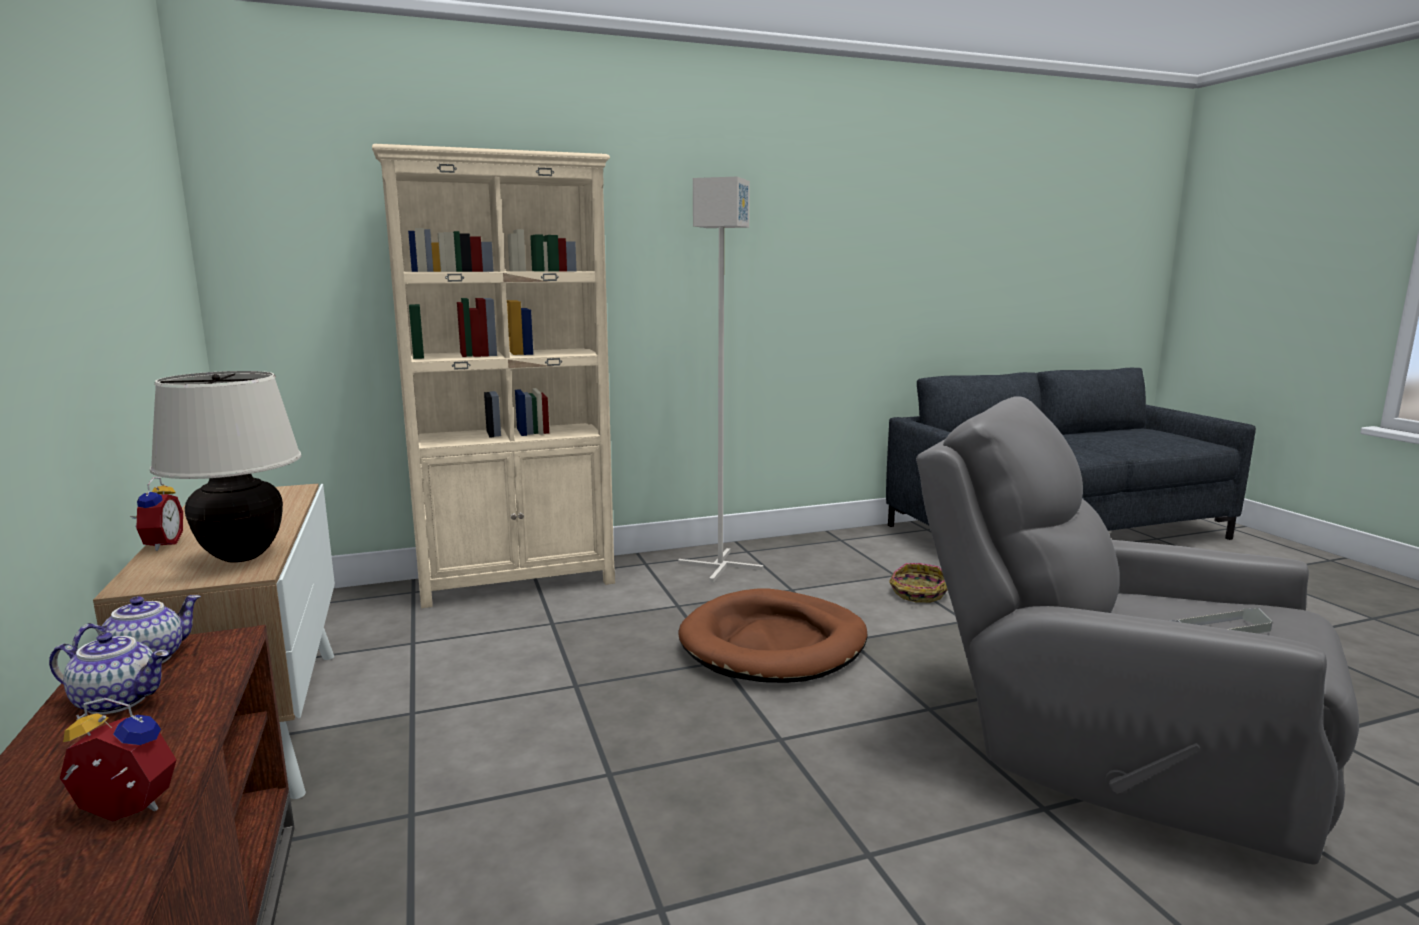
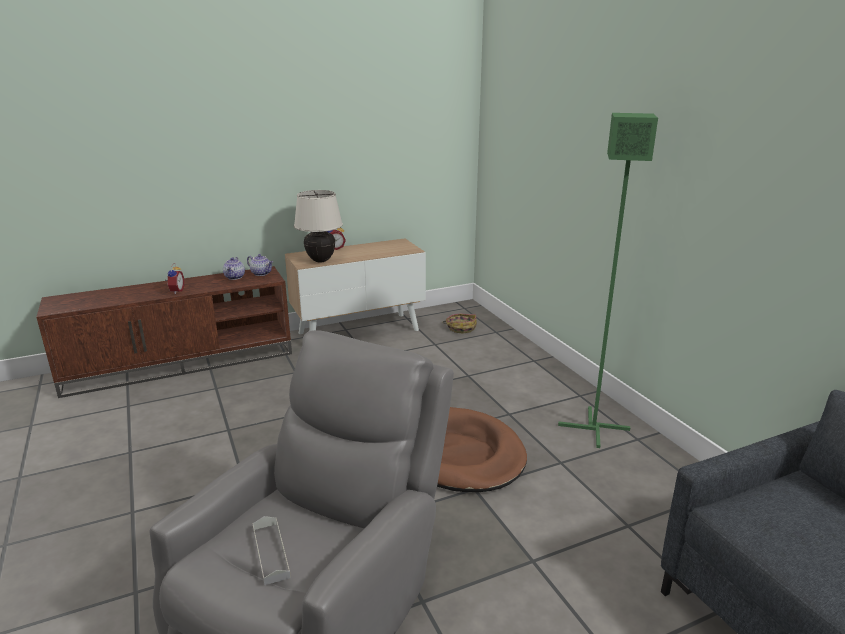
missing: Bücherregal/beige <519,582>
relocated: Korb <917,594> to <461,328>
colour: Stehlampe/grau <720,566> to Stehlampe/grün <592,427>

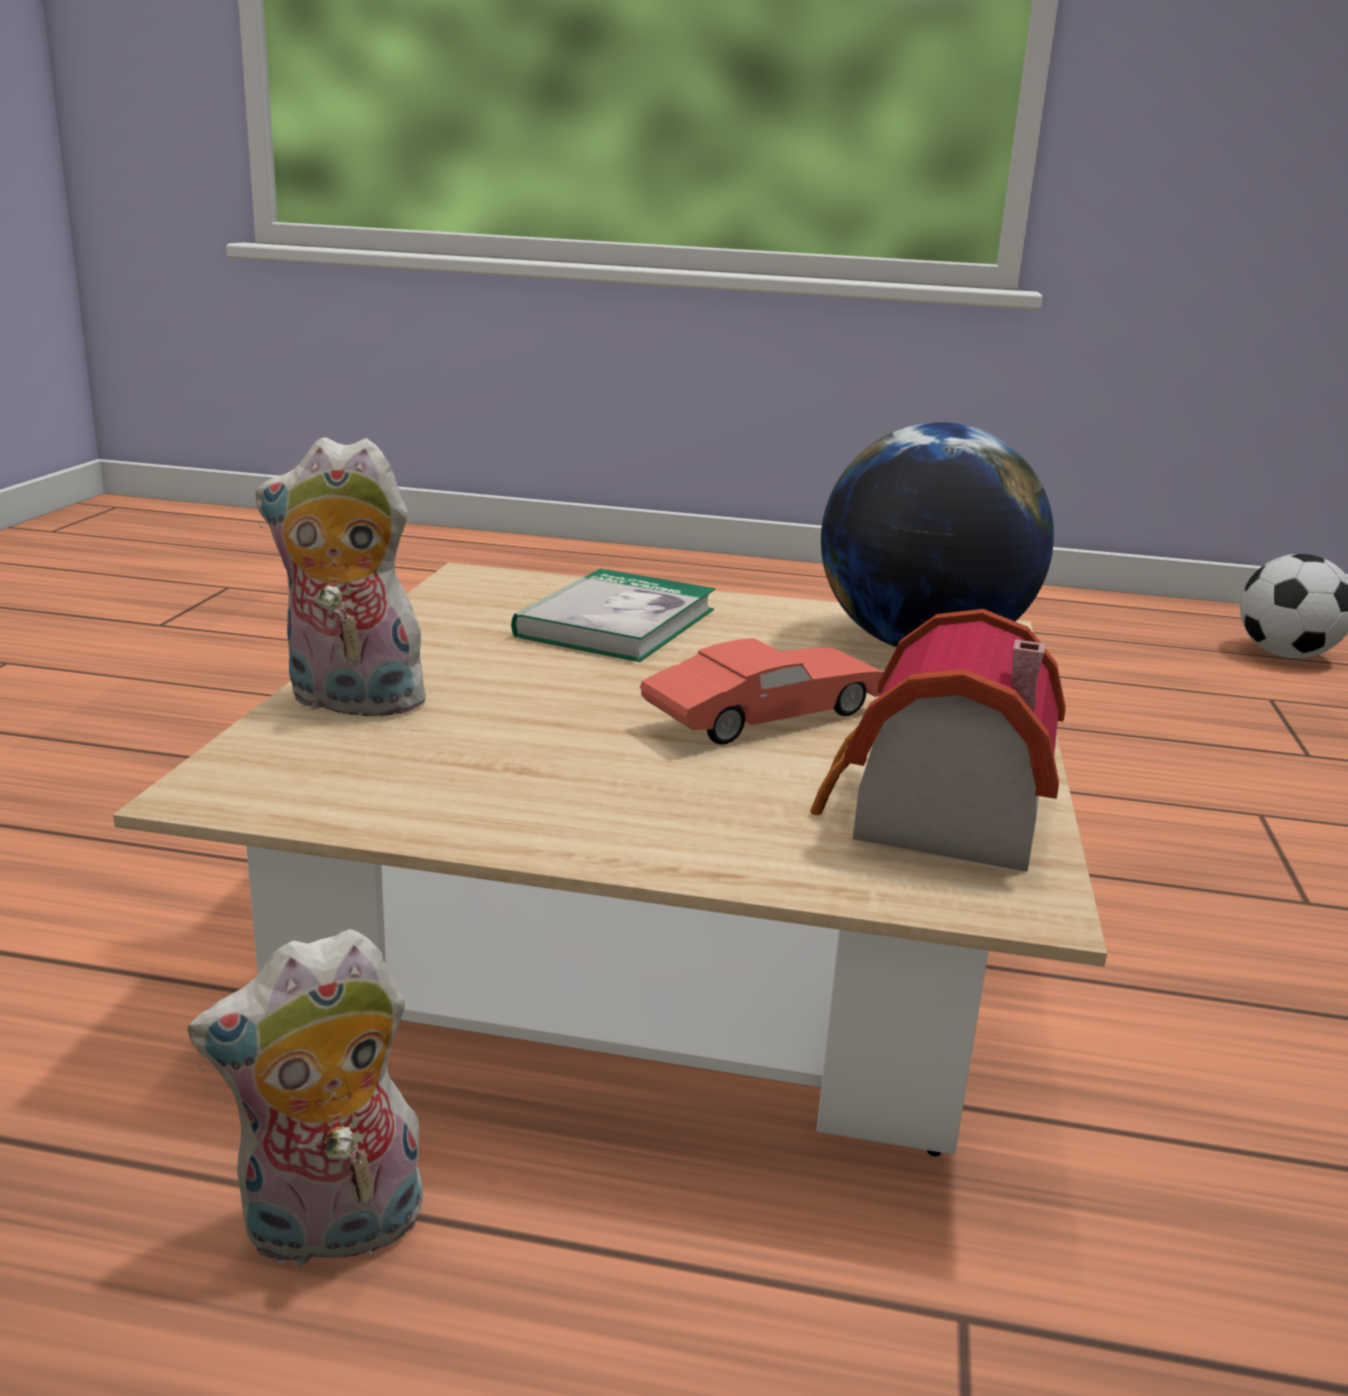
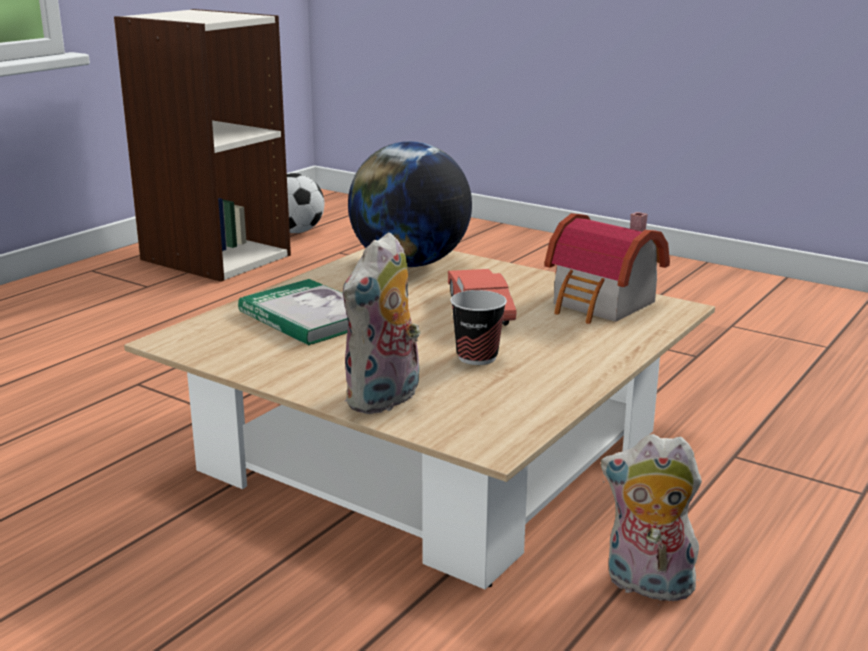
appeared: Bücherregal <215,257>; Tasse <477,357>
spun: Plüschtier <331,1232> = <646,586> 105 degrees clockwise

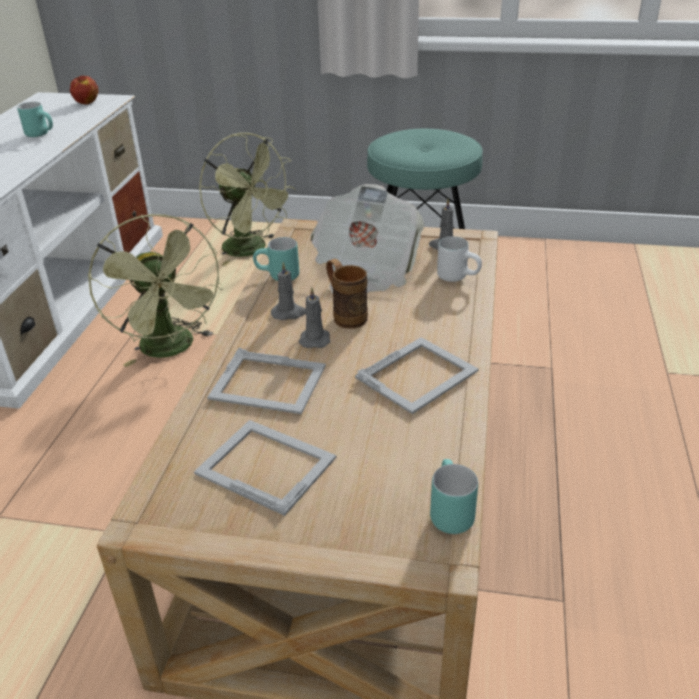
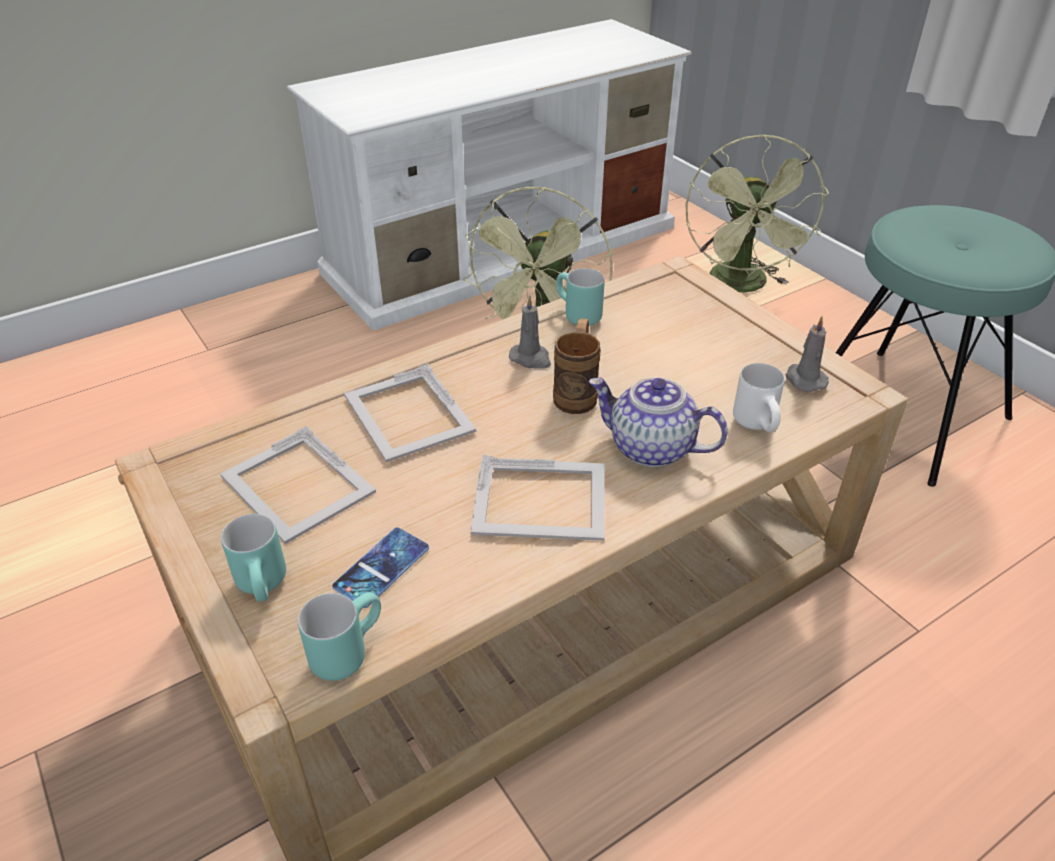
missing: Apfel <87,102>; Kerze/grau <315,339>; Zeitung <365,270>
appeared: Handy <381,567>; Teekanne <650,448>
relocated: Henkelbecher/türkis <42,134> to <266,585>
spun: Bilderrahmen <265,464> = <297,485> 150 degrees clockwise

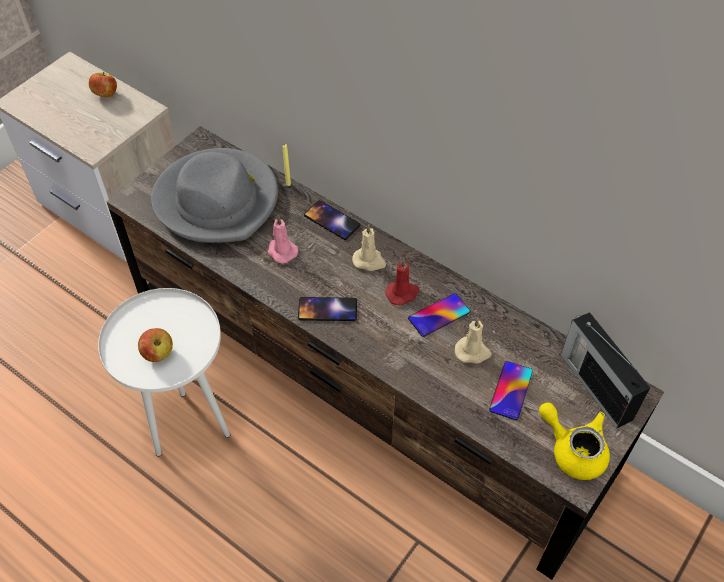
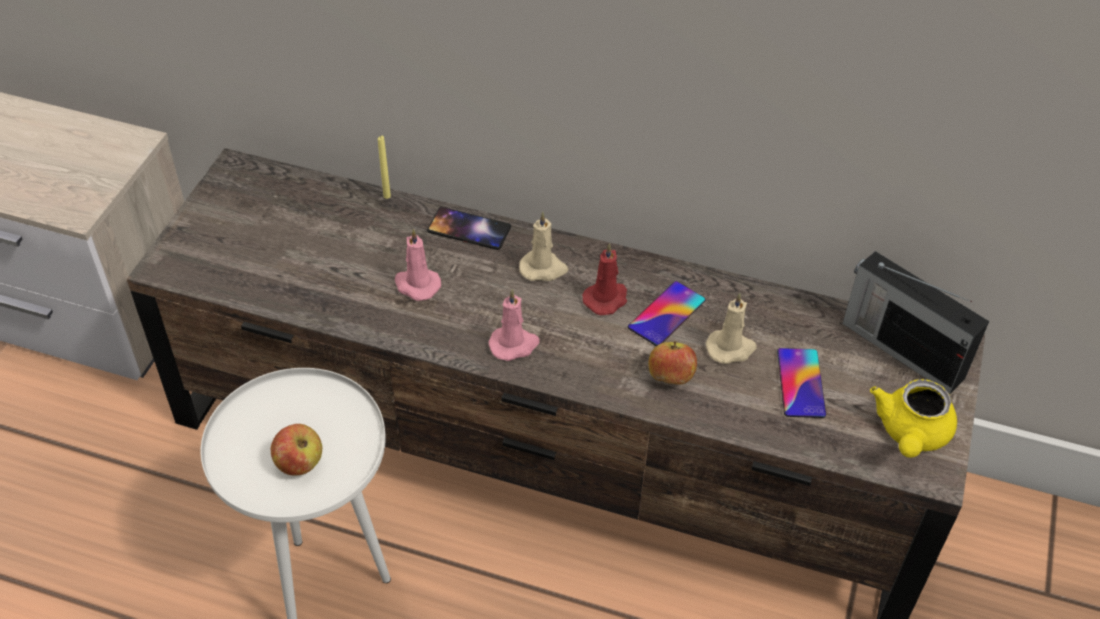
missing: Hut/grau <218,200>
relocated: Apfel <105,94> to <670,377>
exchanged: Handy <327,309> to Kerze/rosa <514,344>
spun: Teekanne/gelb <573,449> = <910,434> 90 degrees counterclockwise

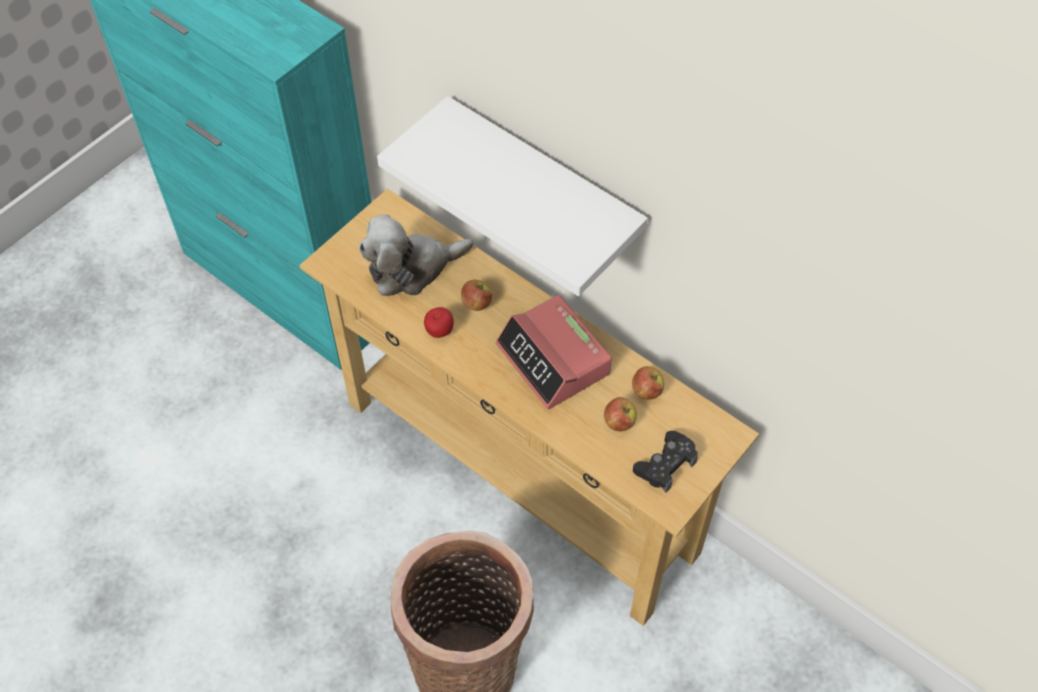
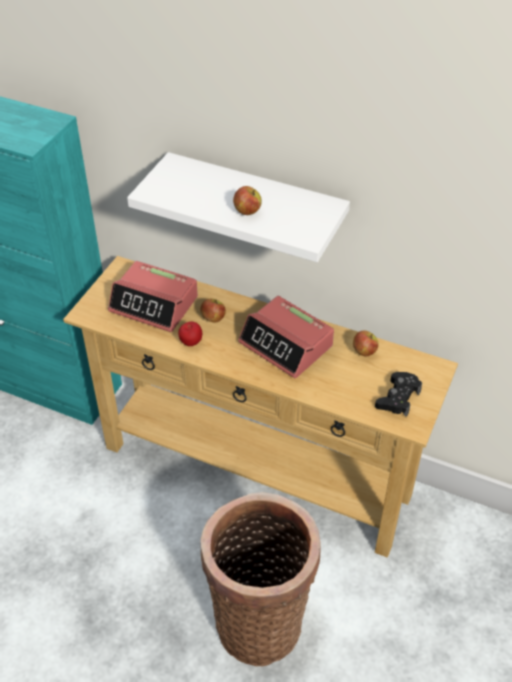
relocated: Apfel <619,422> to <247,211>
exchanged: Plüschtier <412,268> to Wecker <154,304>

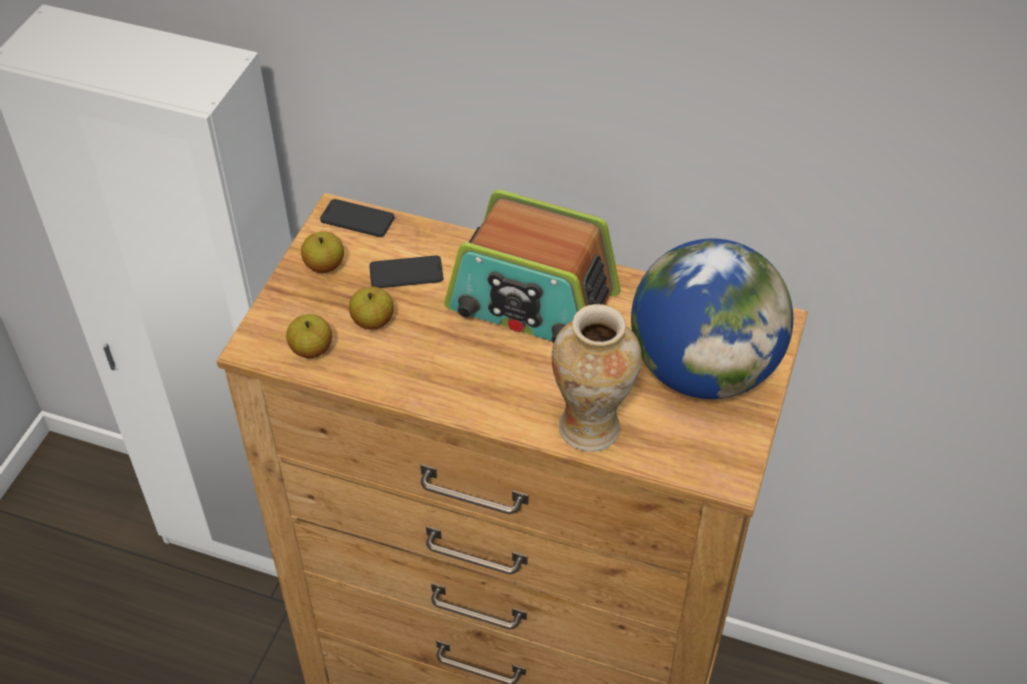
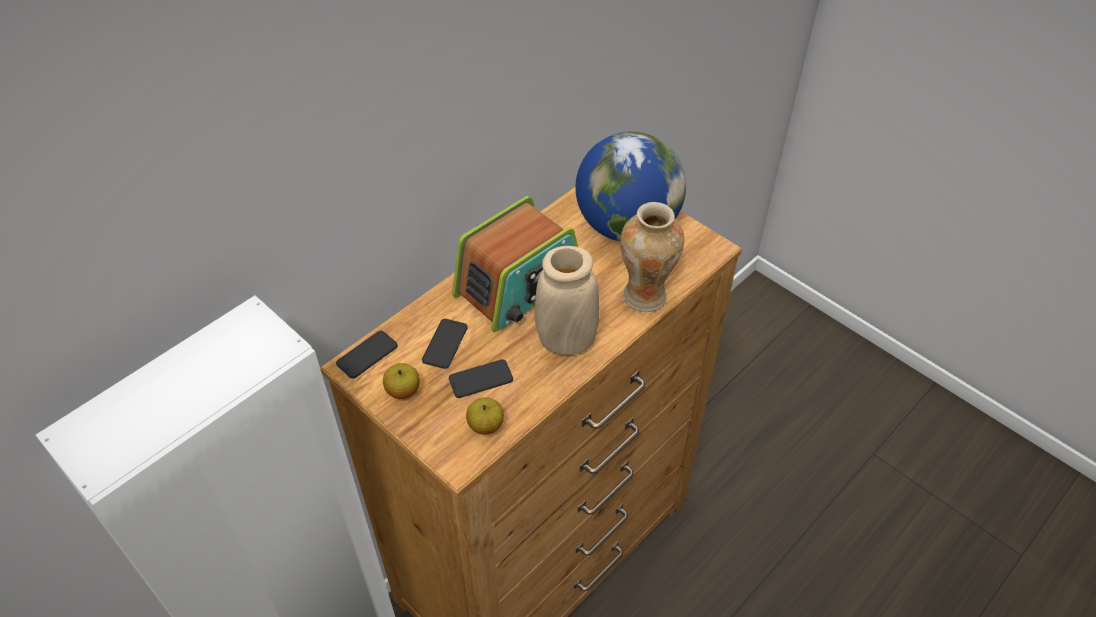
appeared: Vase/beige <566,340>
exchanged: Apfel <373,321> to Handy <481,379>

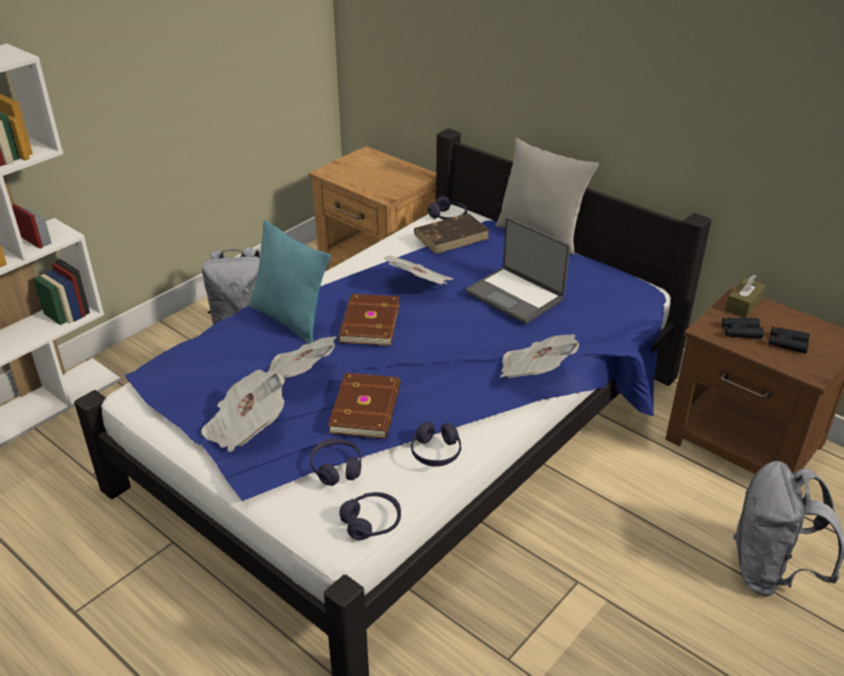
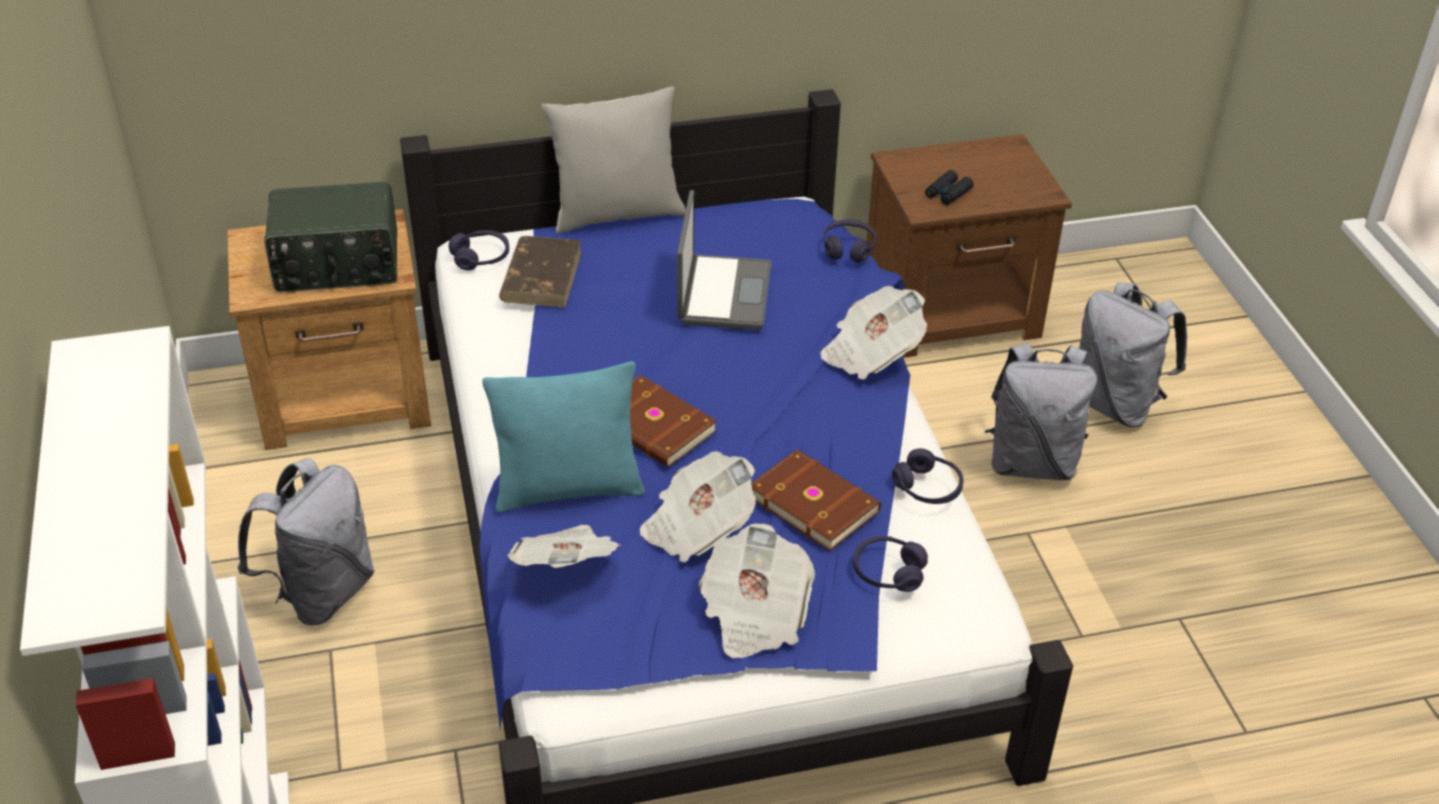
missing: Taschentuchbox/braun <743,305>; Fernglas/schwarz <787,343>
appeared: Radio <337,265>; Rucksack/grau <1031,462>
relocated: Zeitung <420,286> to <566,567>; Kopfhörer/lila <371,522> to <848,248>
spun: Laptop <515,295> = <722,294> 75 degrees counterclockwise

